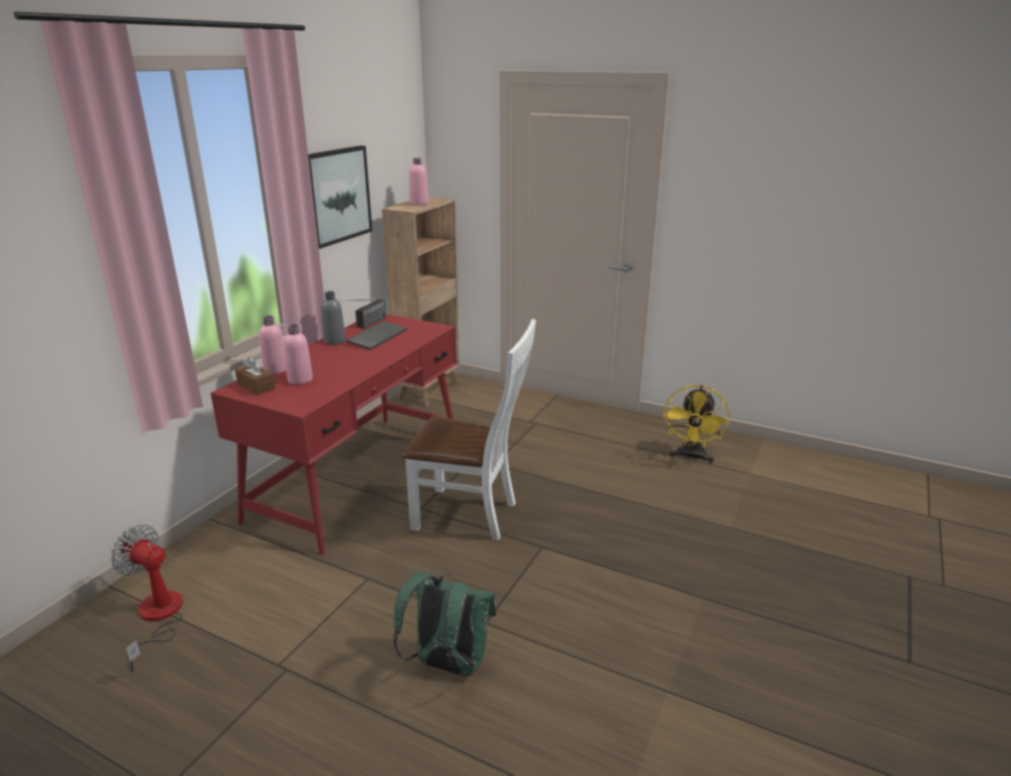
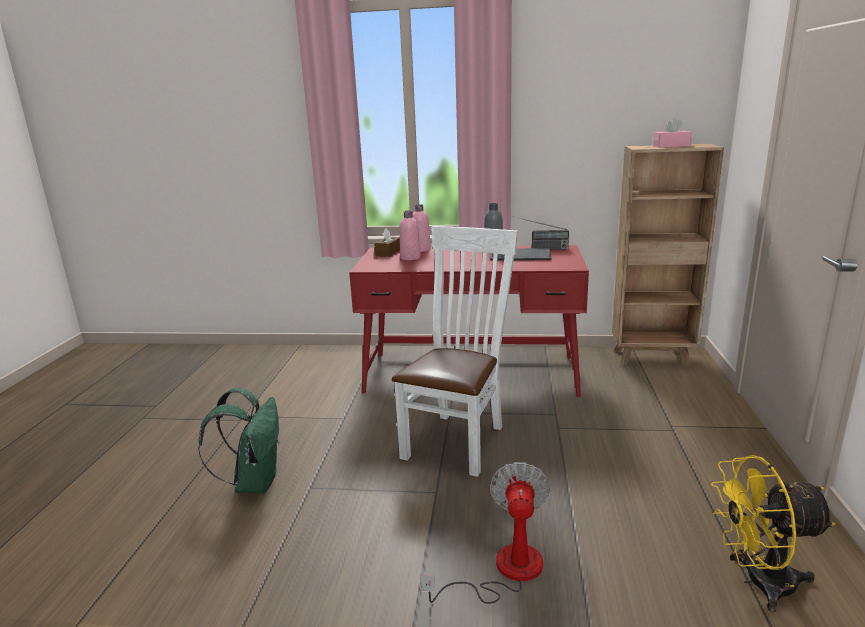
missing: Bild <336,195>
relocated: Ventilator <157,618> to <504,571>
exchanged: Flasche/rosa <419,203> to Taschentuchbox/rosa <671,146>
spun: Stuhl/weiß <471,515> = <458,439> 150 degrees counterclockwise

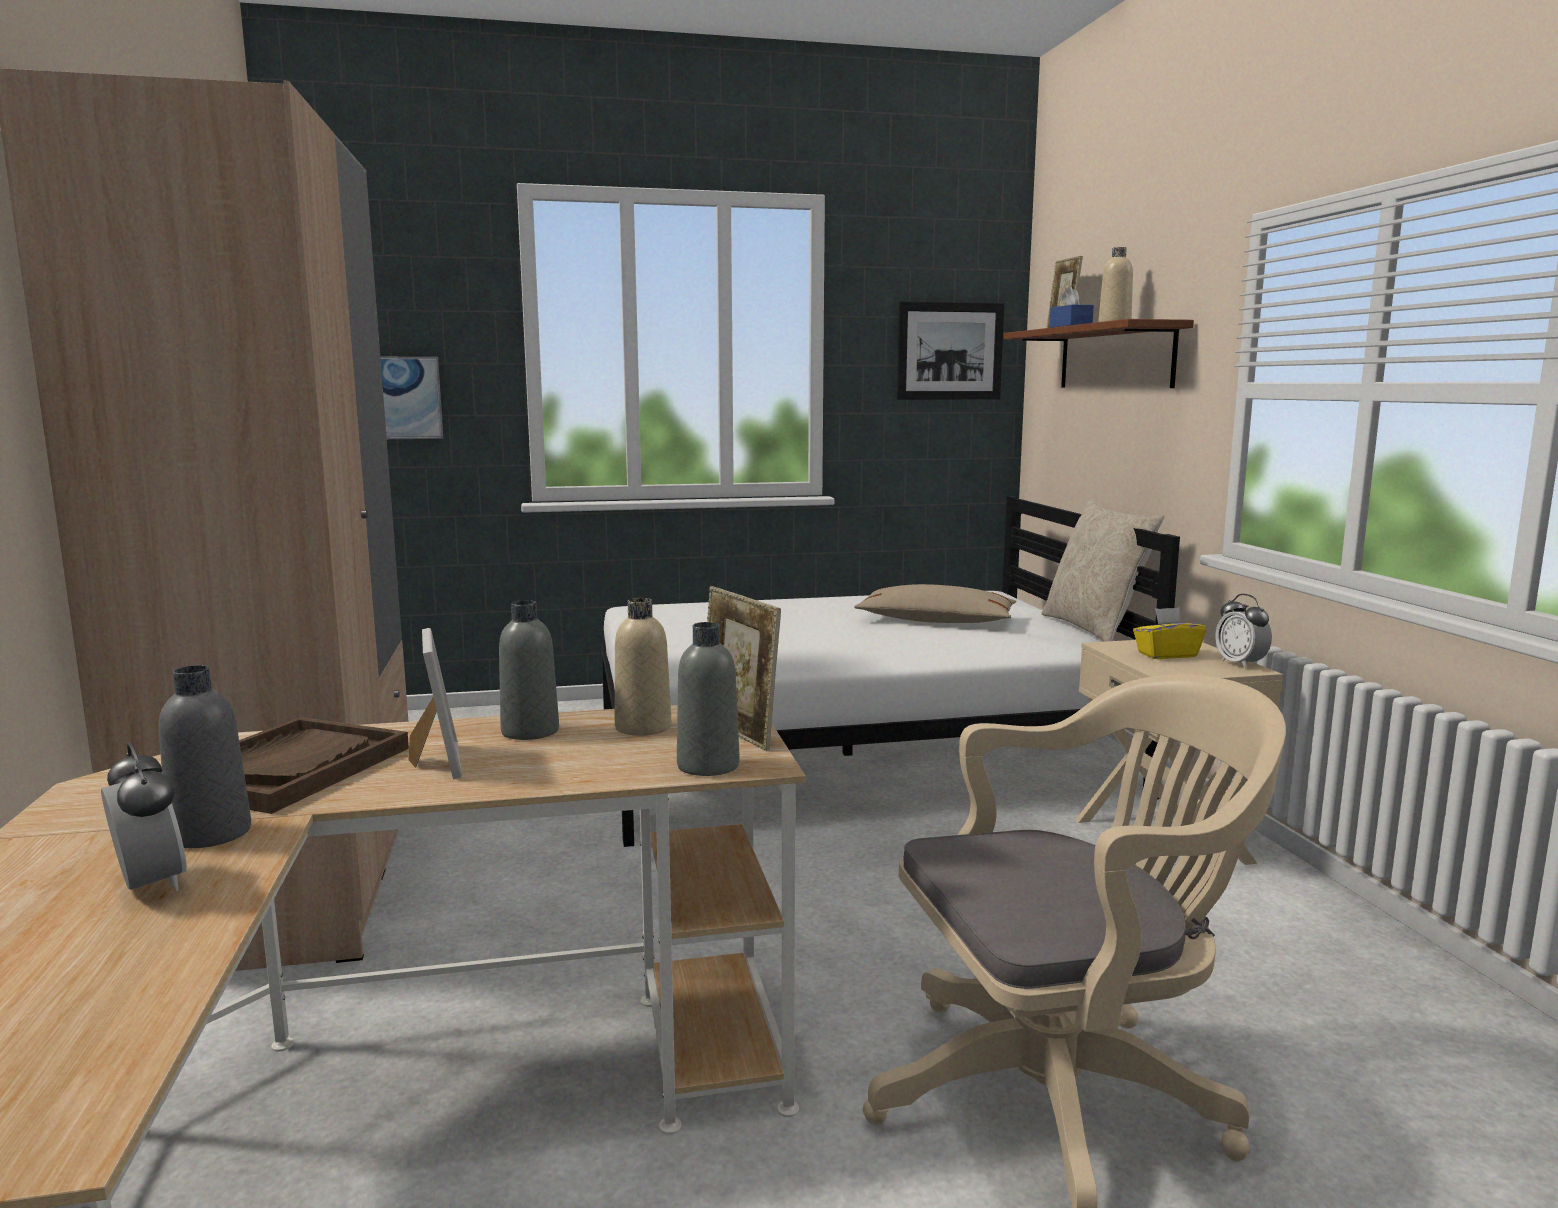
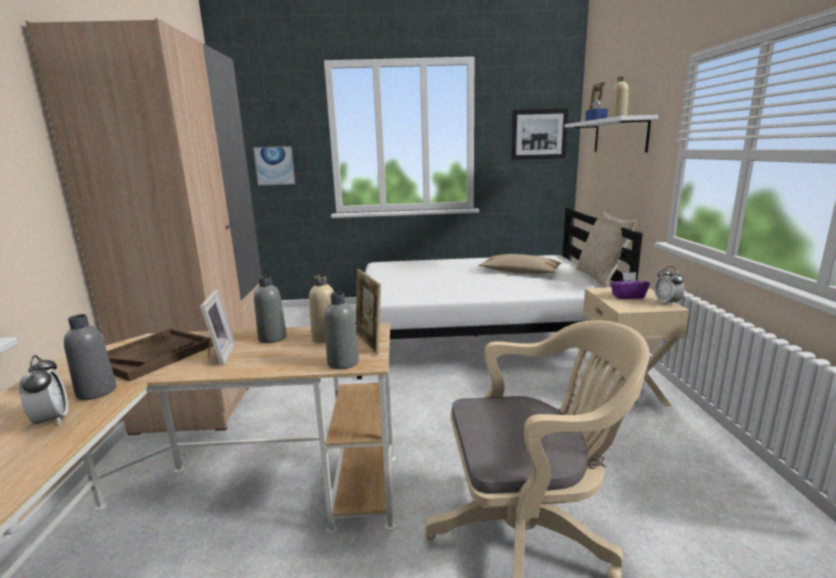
colour: Wandregal/braun <1115,357> to Wandregal/weiß <620,136>; Taschentuchbox/gelb <1166,655> to Taschentuchbox/lila <628,296>

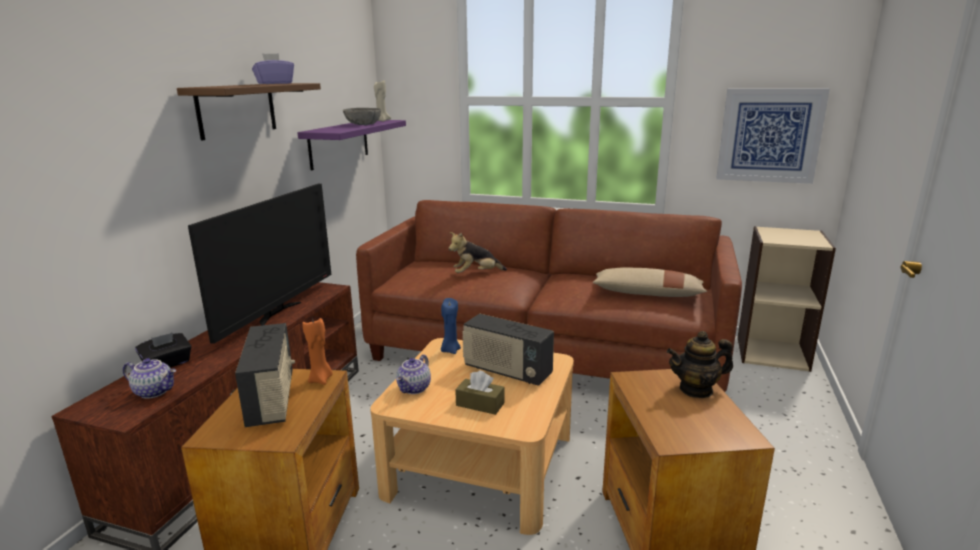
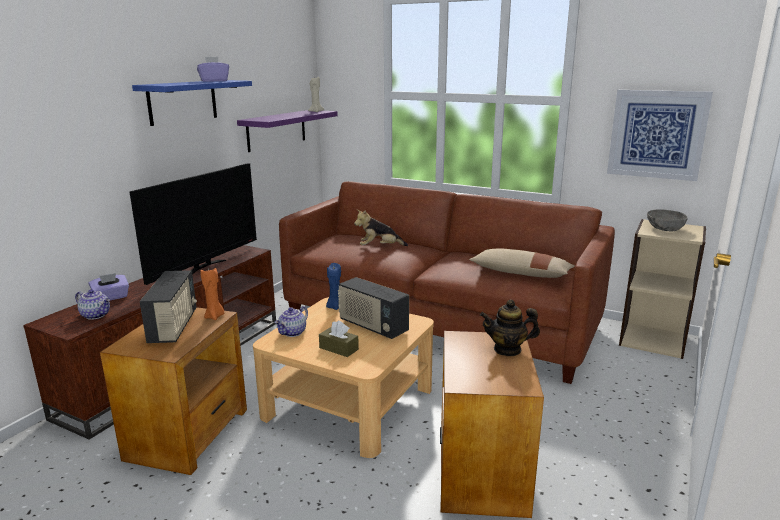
relocated: Schüssel/grau <363,124> to <665,228>
colour: Taschentuchbox/schwarz <167,364> to Taschentuchbox/lila <111,297>; Wandregal/braun <237,110> to Wandregal/blau <183,102>

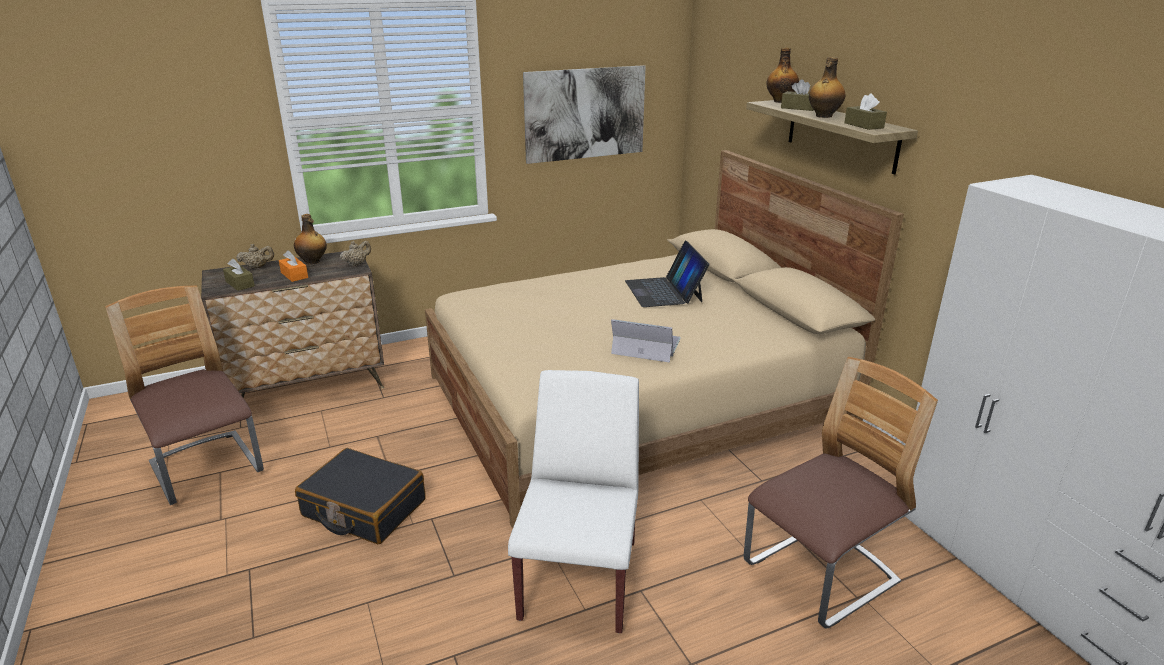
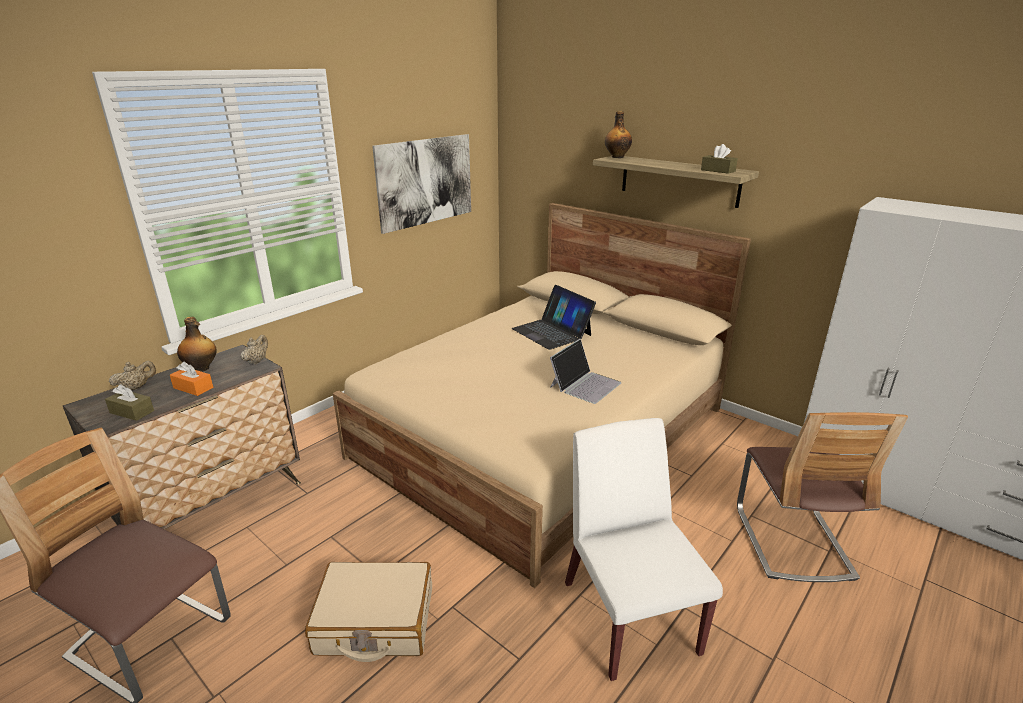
missing: Taschentuchbox/braun <798,108>; Flasche <823,116>
colour: Koffer/schwarz <363,508> to Koffer/beige <375,621>
spun: Laptop <645,346> = <585,384> 135 degrees clockwise; Stuhl <820,575> = <792,541> 150 degrees clockwise

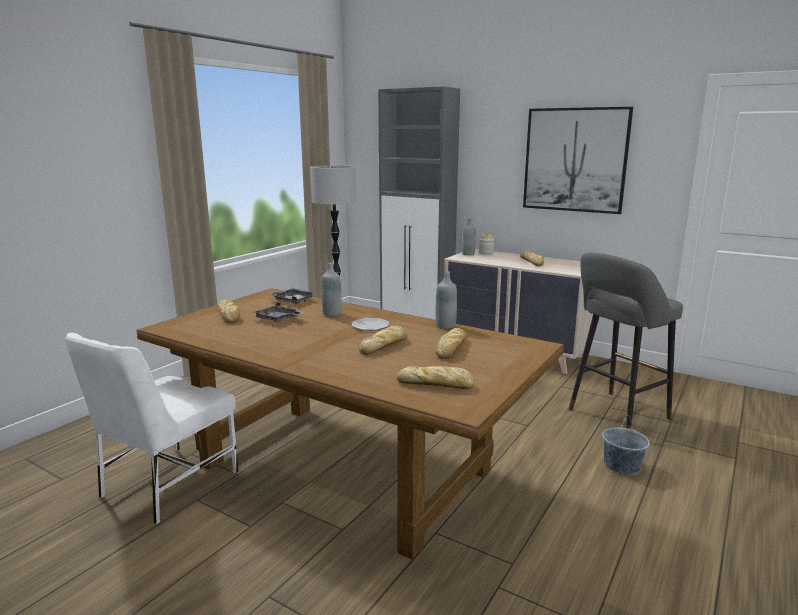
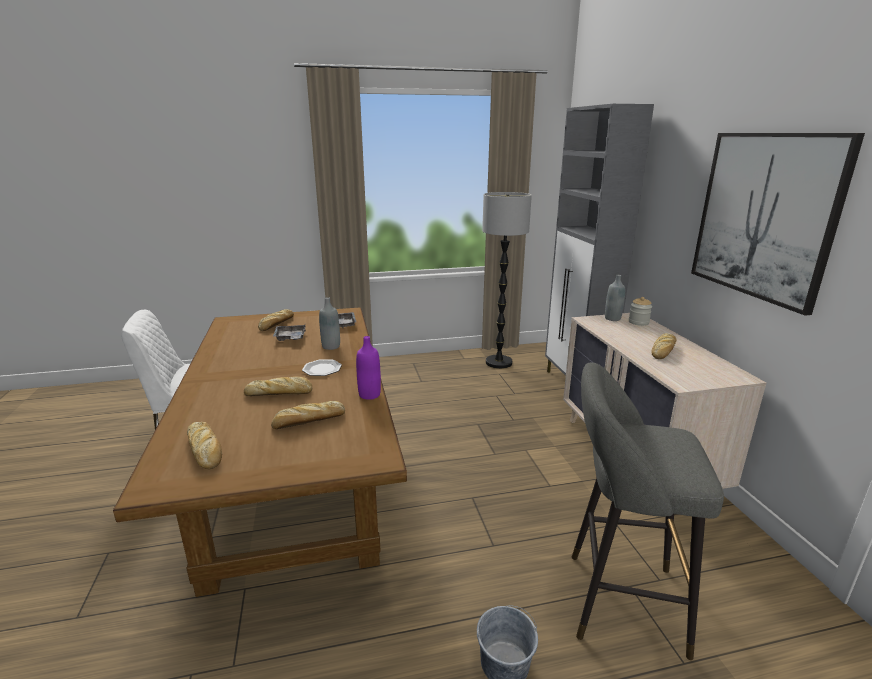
colour: Flasche/grau <445,326> to Flasche/lila <369,395>

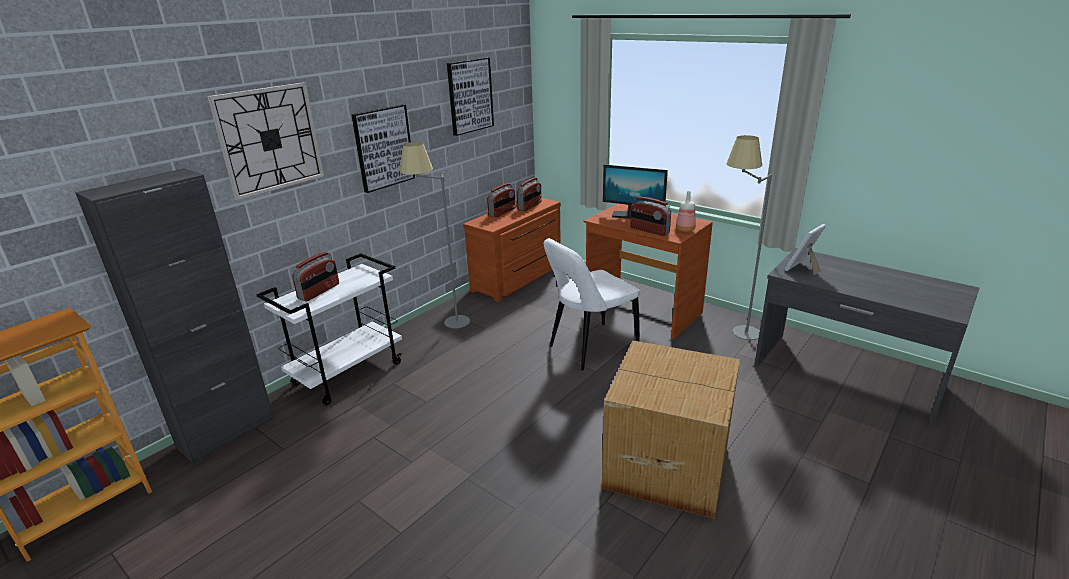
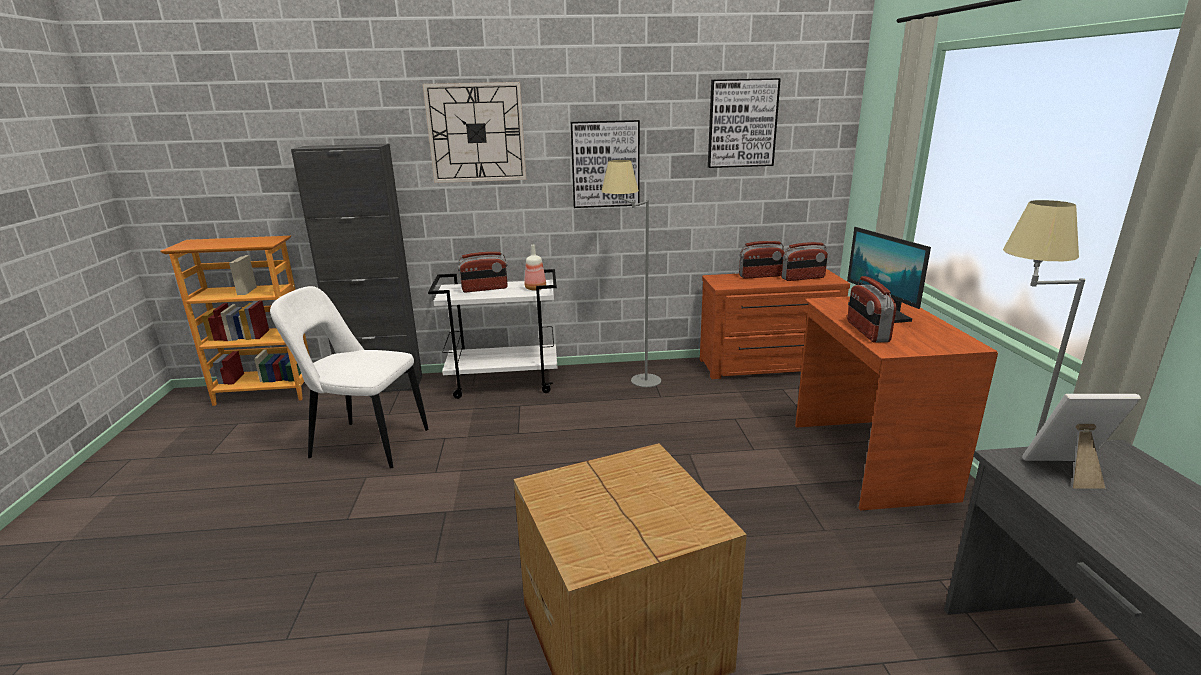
relocated: Stuhl/weiß <590,348> to <365,444>; Flasche <684,230> to <534,288>

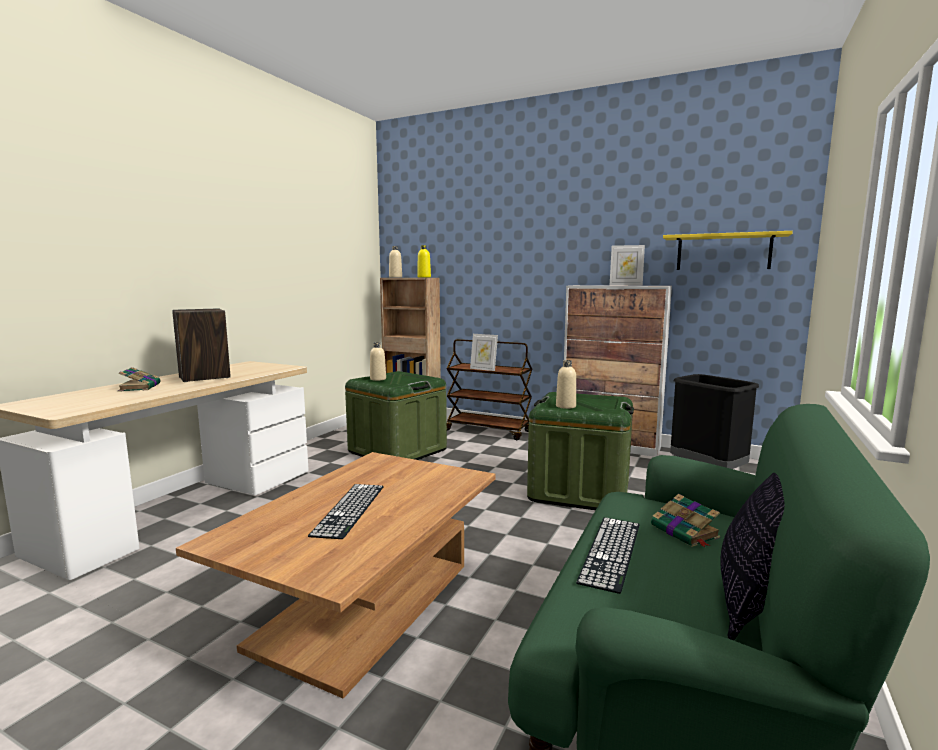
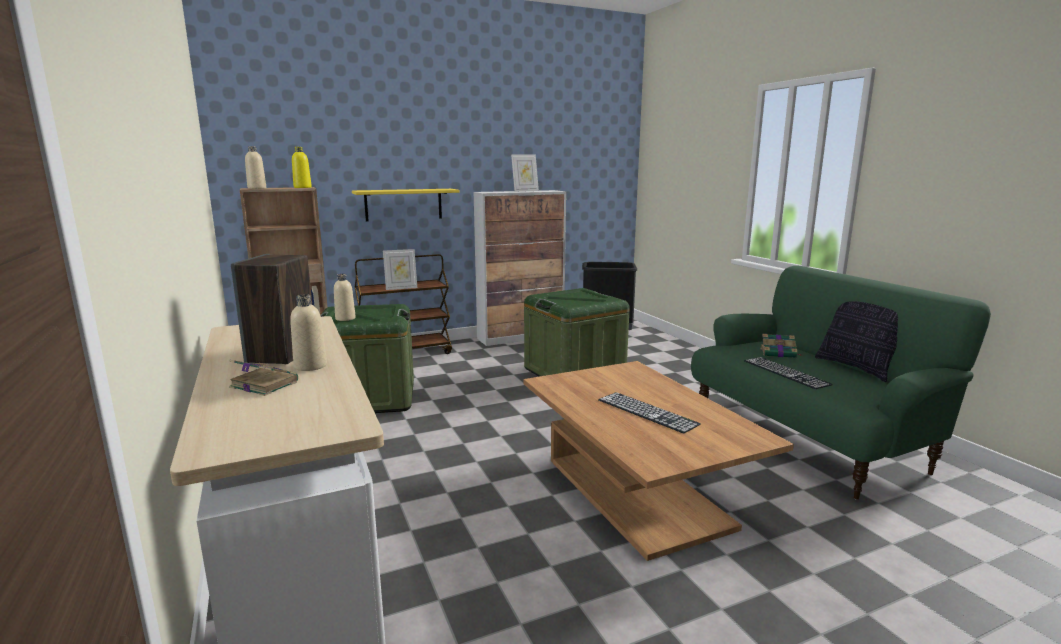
relocated: Flasche/beige <565,406> to <310,366>; Wandregal/gelb <723,252> to <403,204>

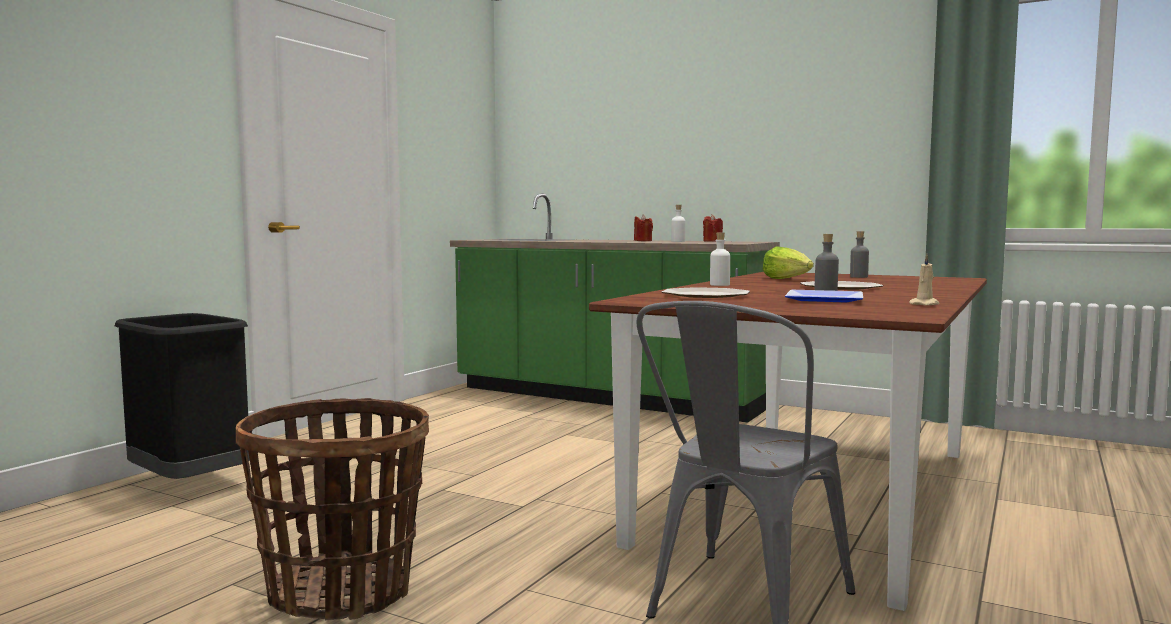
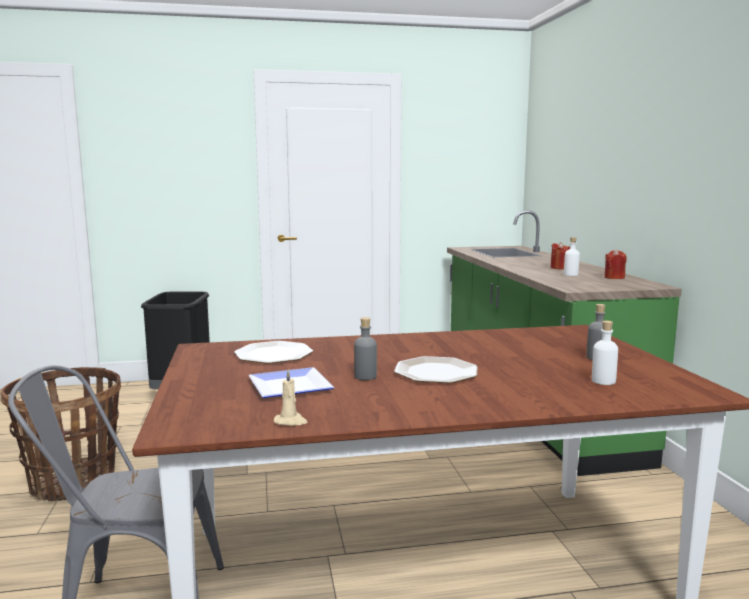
missing: Salatkopf <787,279>
relocated: Flasche/weiß <719,285> to <603,381>

